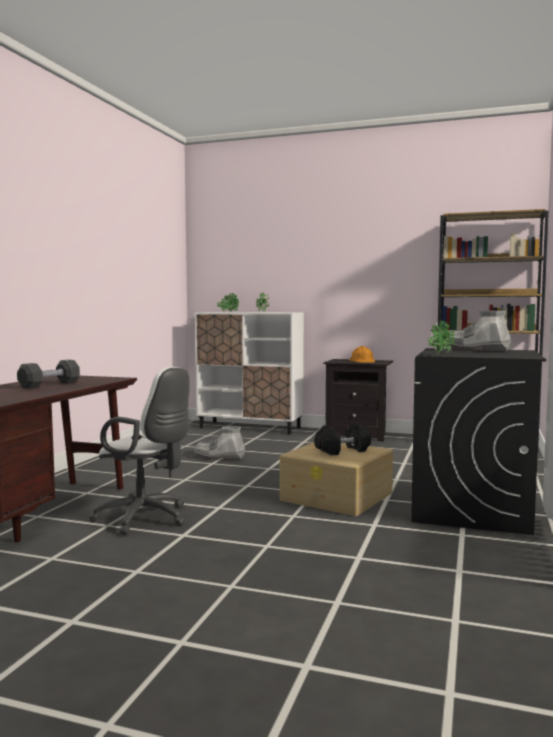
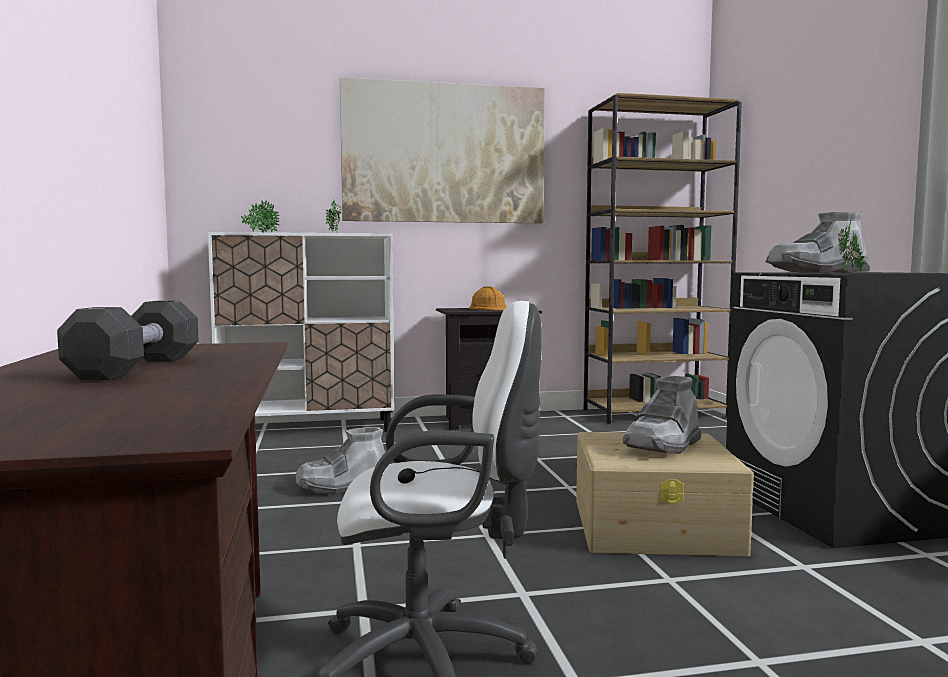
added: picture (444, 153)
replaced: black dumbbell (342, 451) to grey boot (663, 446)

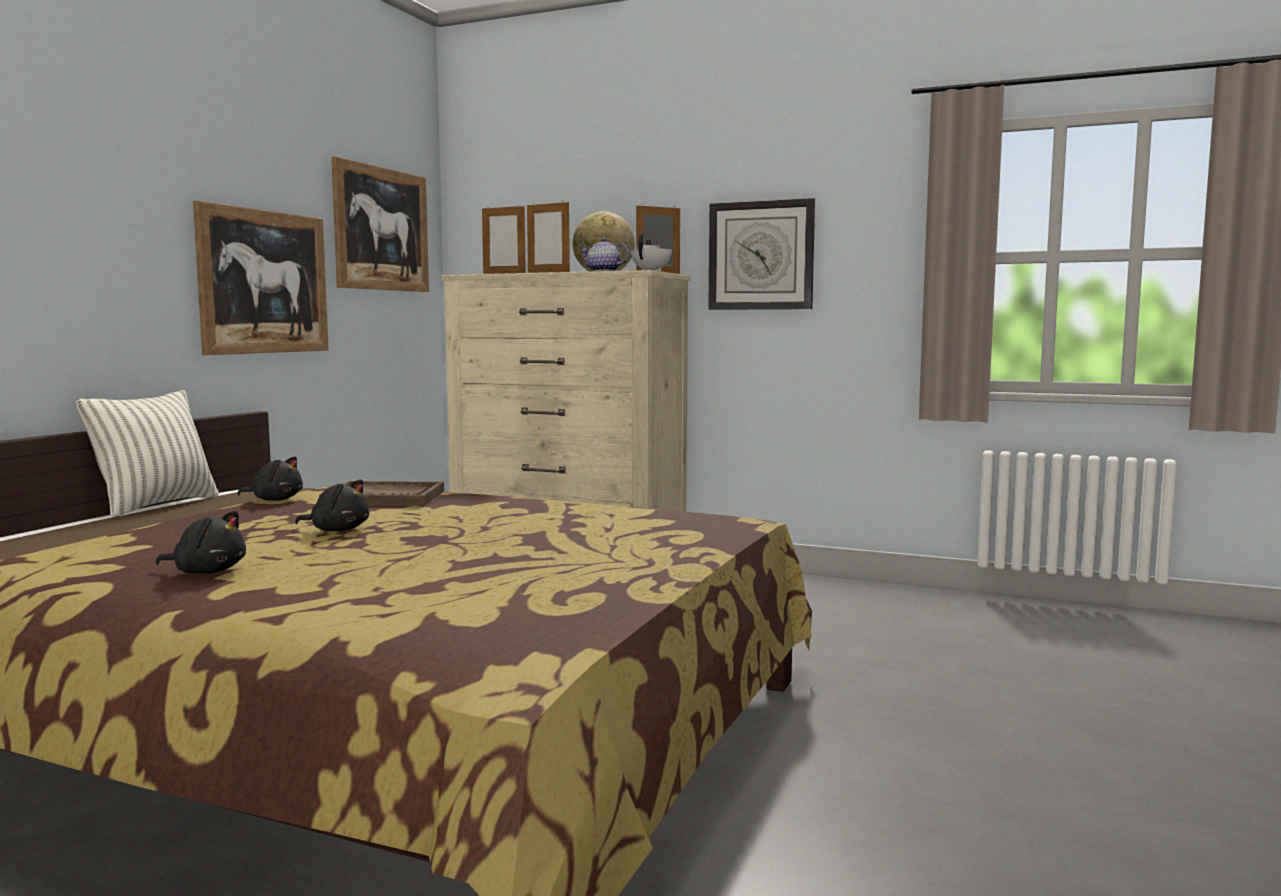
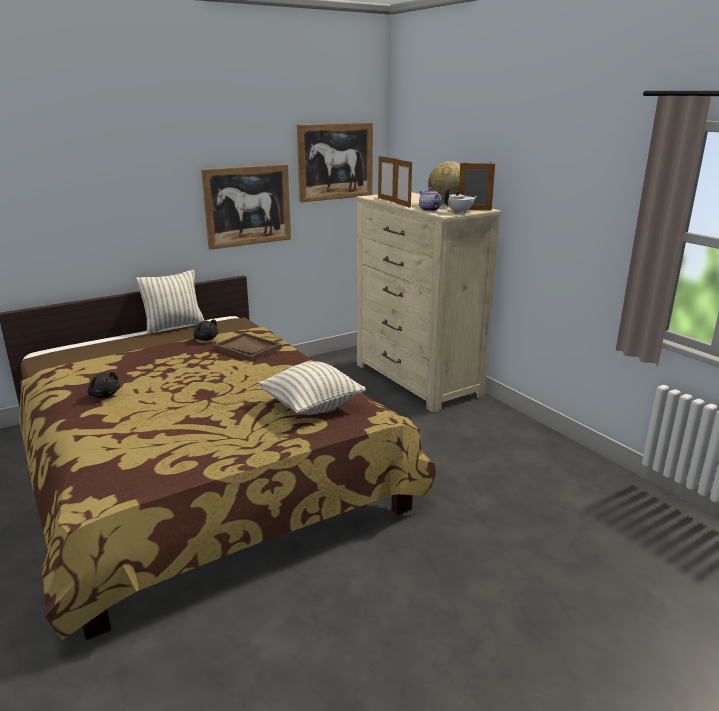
removed: black plush toy (337, 530); wall clock (761, 256)
added: pillow (311, 406)

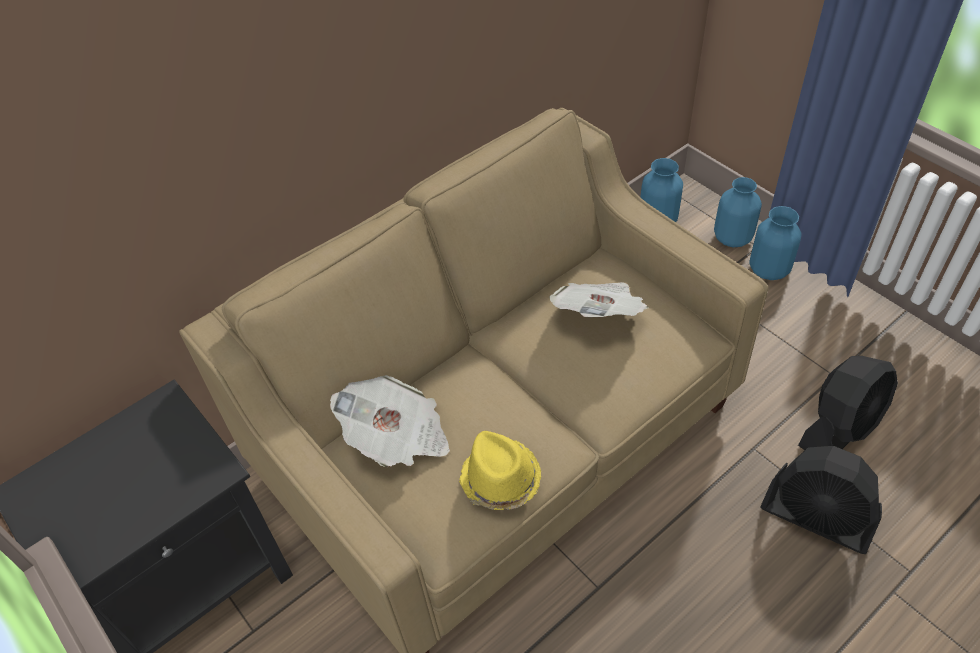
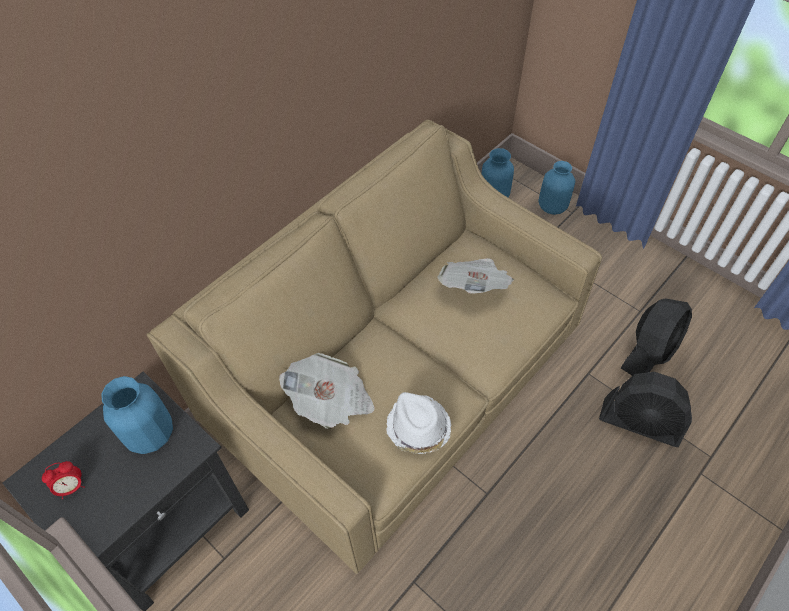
added: alarm clock (71, 487)
moved: blue vase (769, 269) to (150, 434)
recoloured: yellow hat (500, 480) to white hat (417, 428)

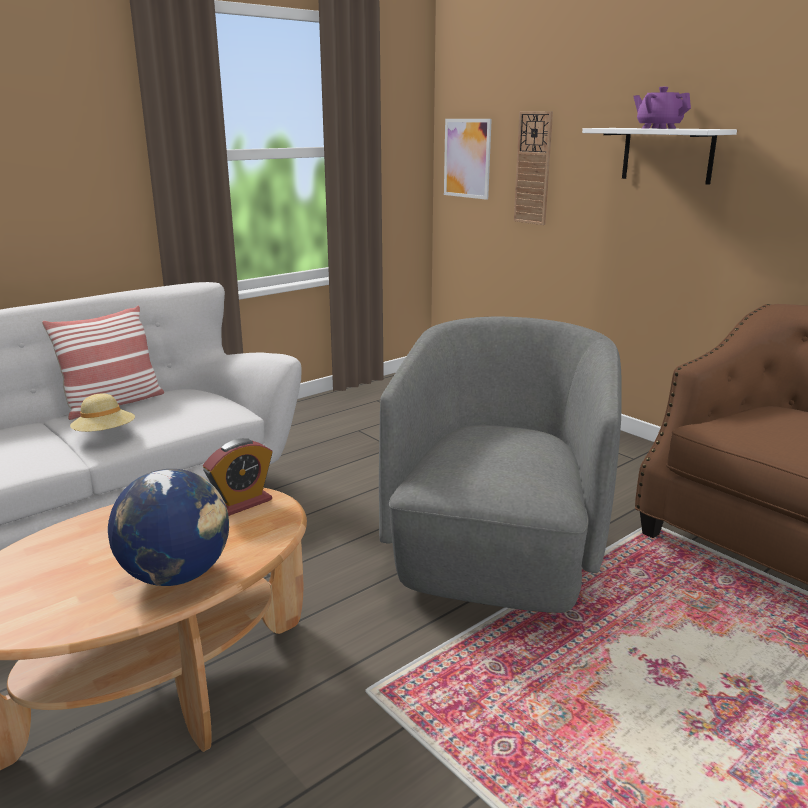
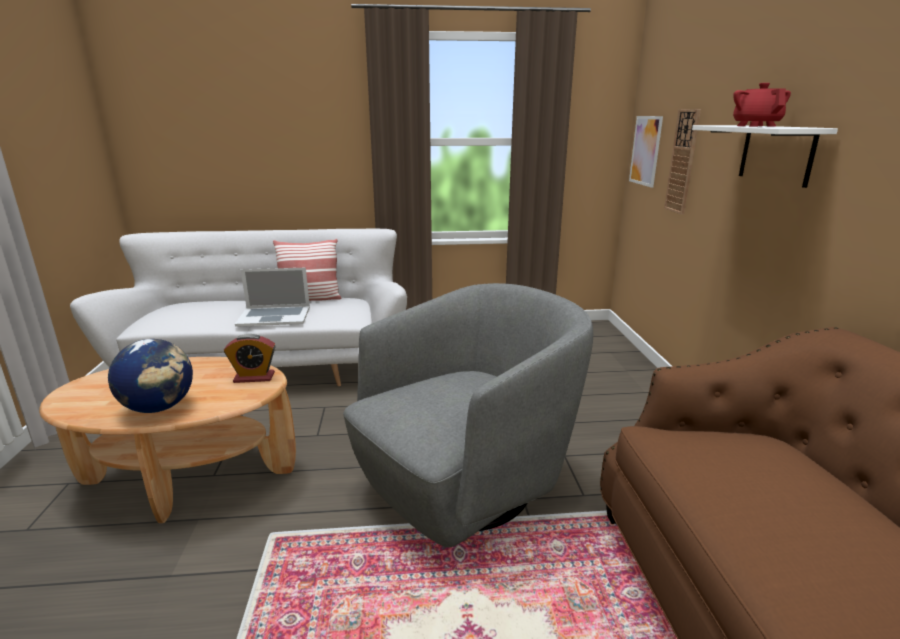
replaced: beige hat (105, 435) to laptop (274, 316)
recoloured: purple teapot (658, 128) to red teapot (756, 126)

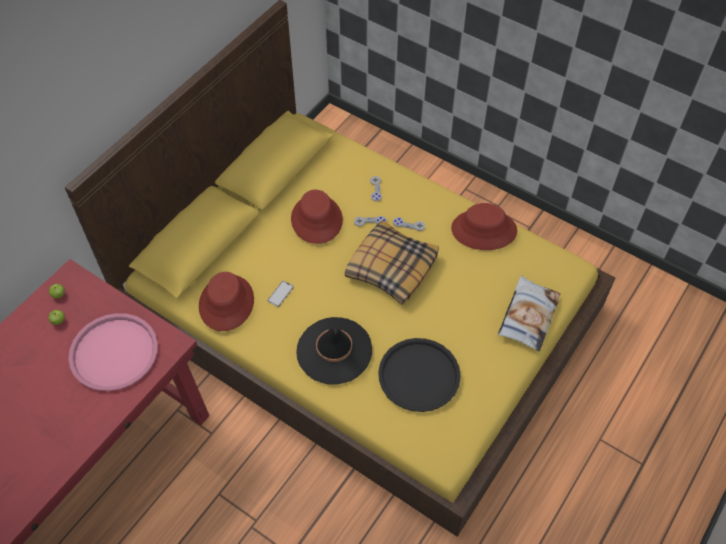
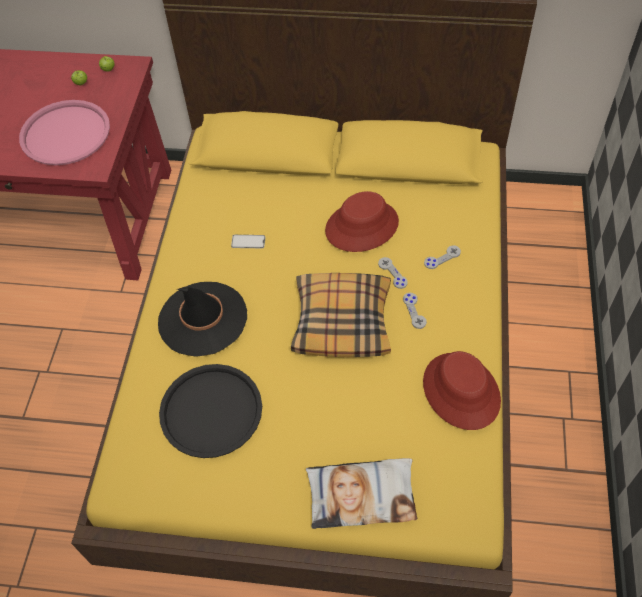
removed: red hat (226, 303)

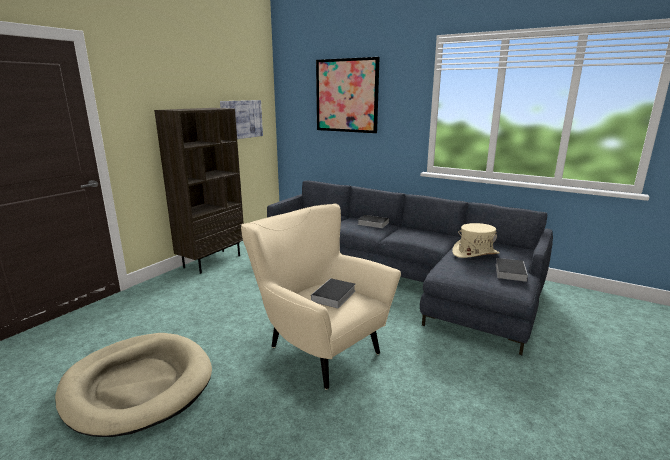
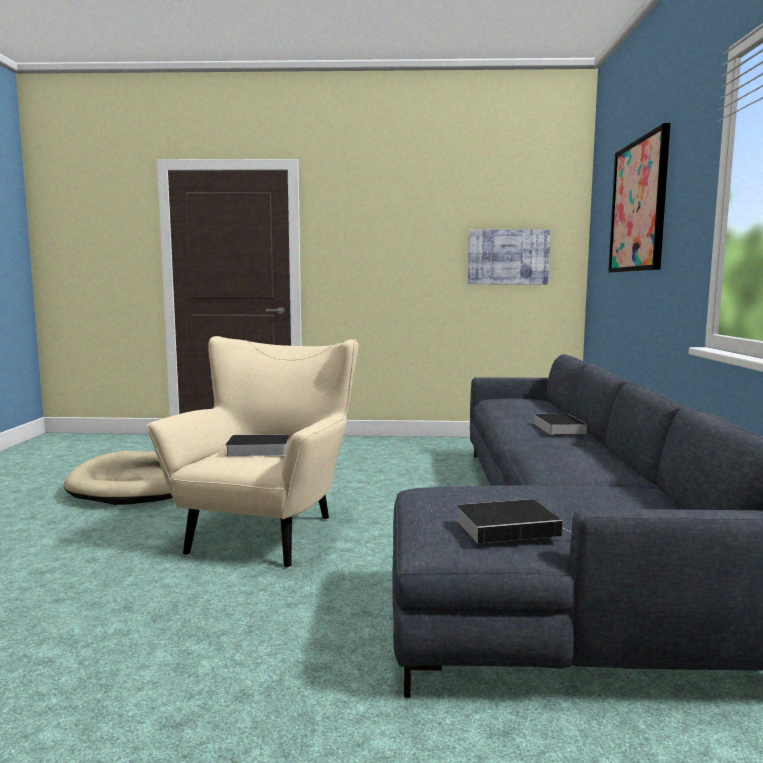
removed: brown bookcase (212, 261); beige hat (475, 253)

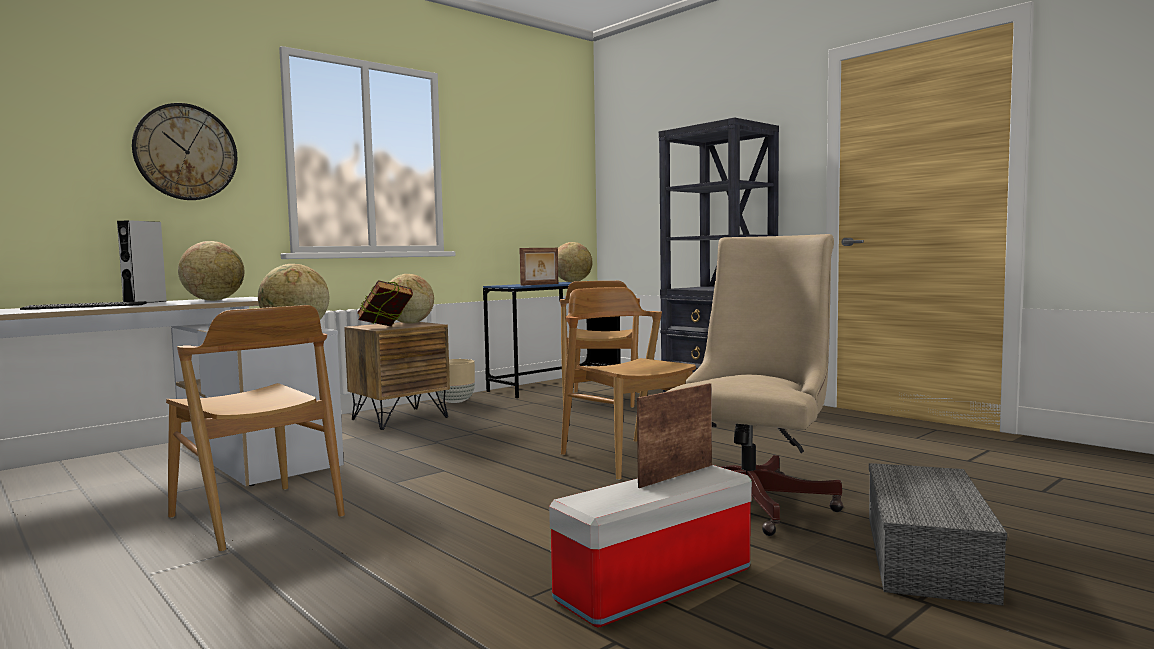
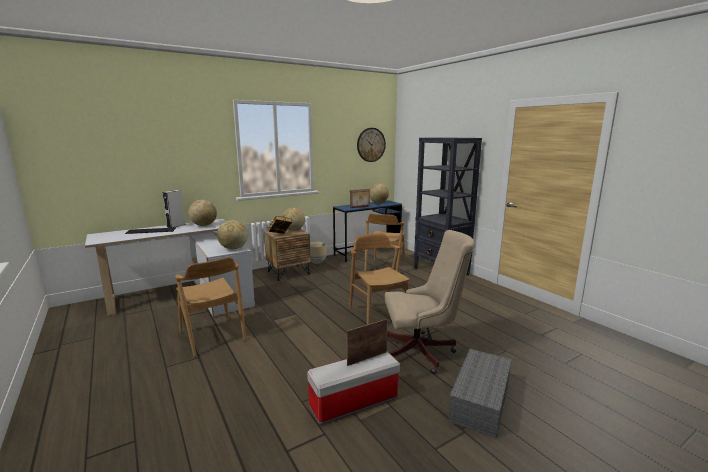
moved: wall clock (186, 152) to (371, 144)
turned: beige office chair (755, 500) = (422, 352) 45 degrees clockwise

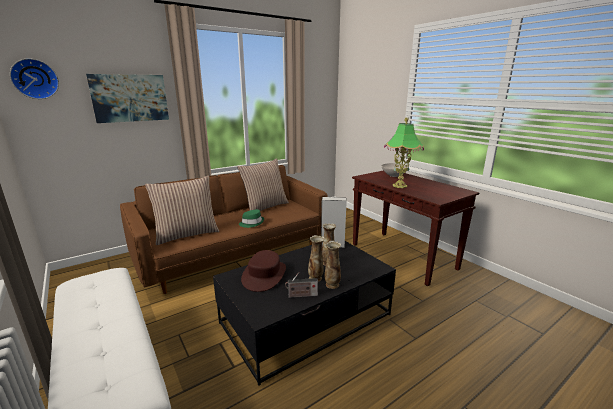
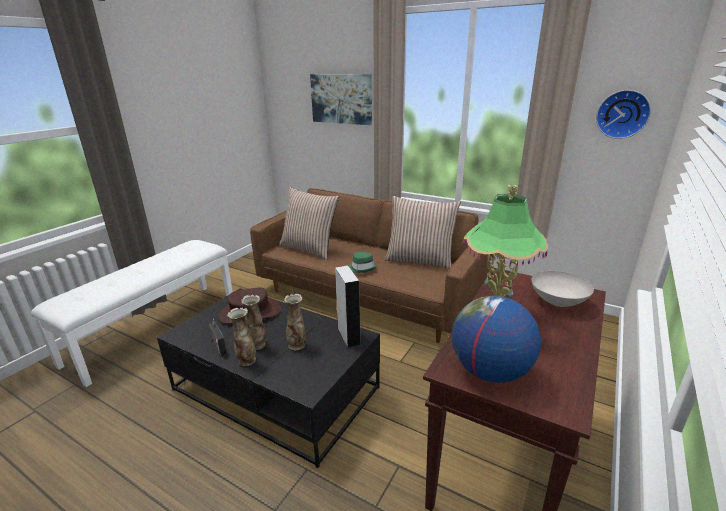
added: globe (489, 371)
moved: wall clock (35, 79) to (622, 114)

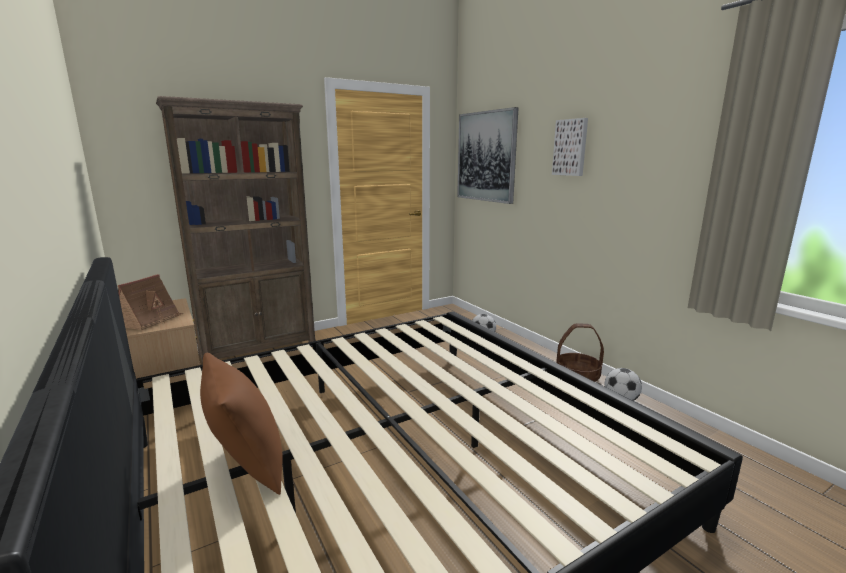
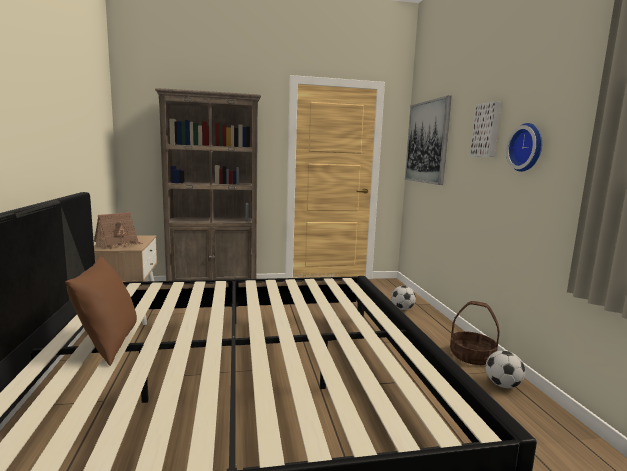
added: wall clock (527, 147)

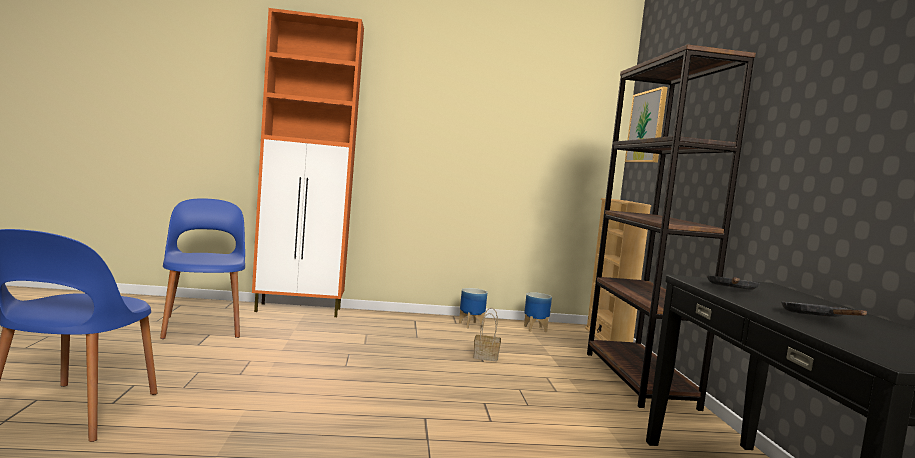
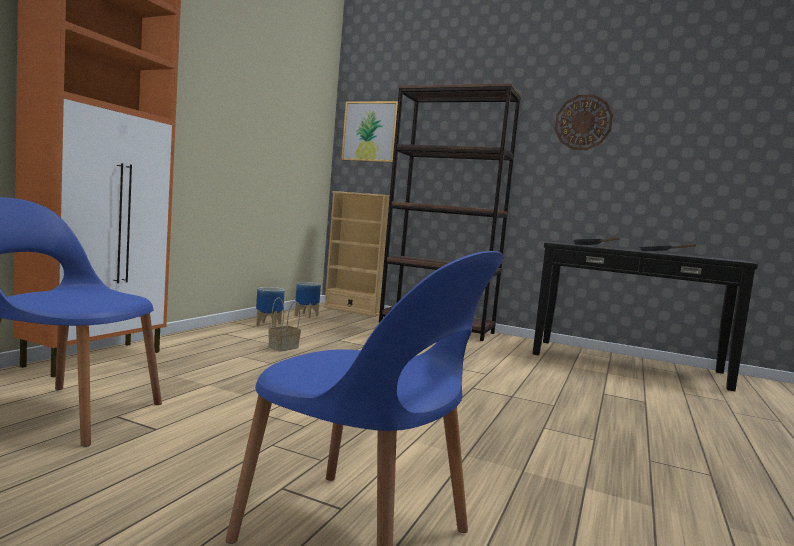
added: wall clock (583, 122)
moved: basket (486, 357) to (284, 347)

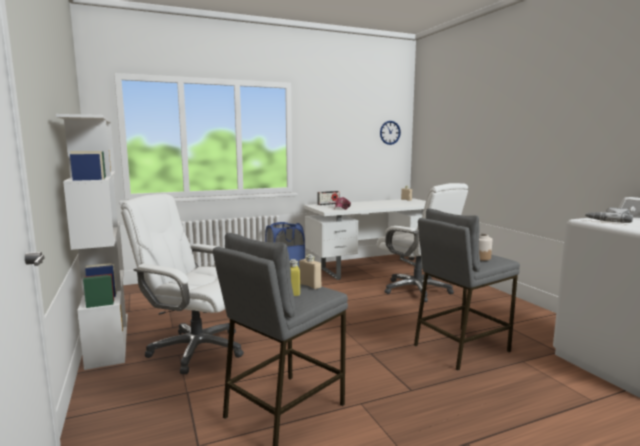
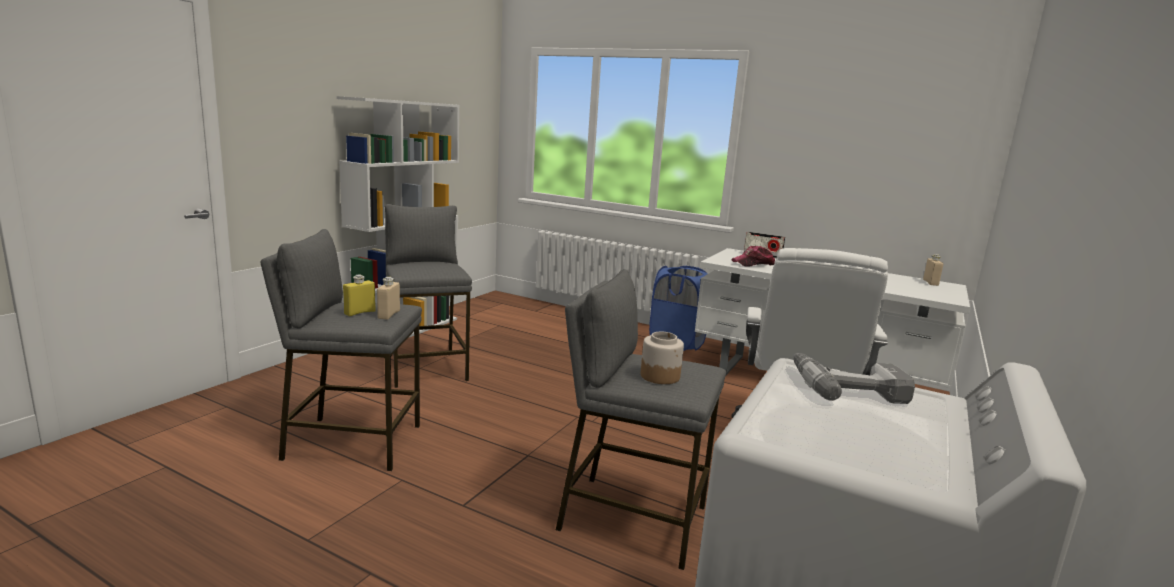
removed: wall clock (390, 132)
replaced: white office chair (196, 349) to grey stool (426, 367)

